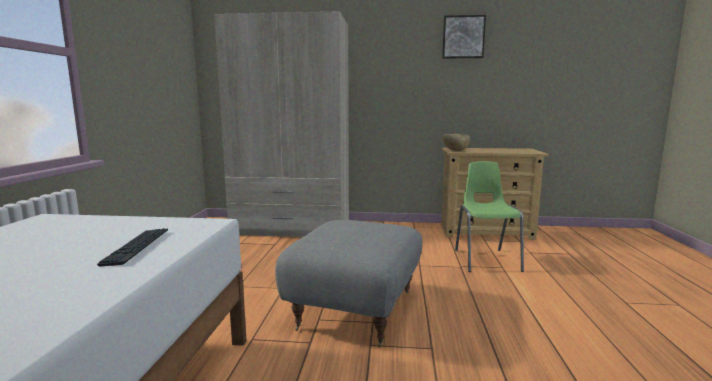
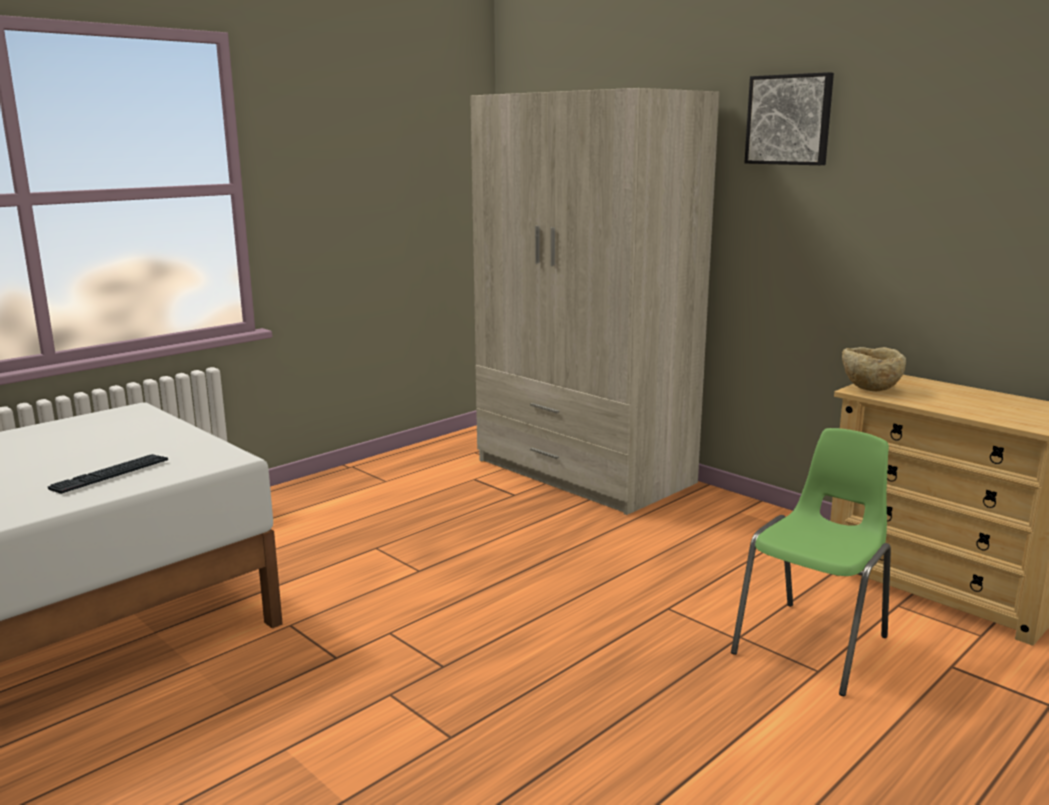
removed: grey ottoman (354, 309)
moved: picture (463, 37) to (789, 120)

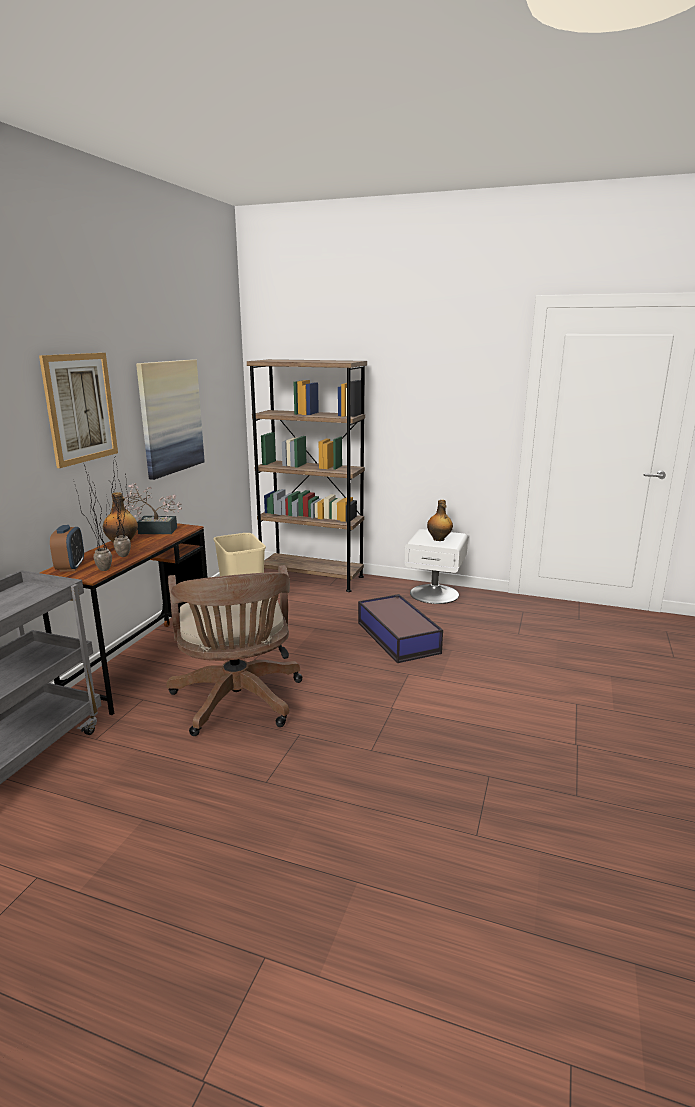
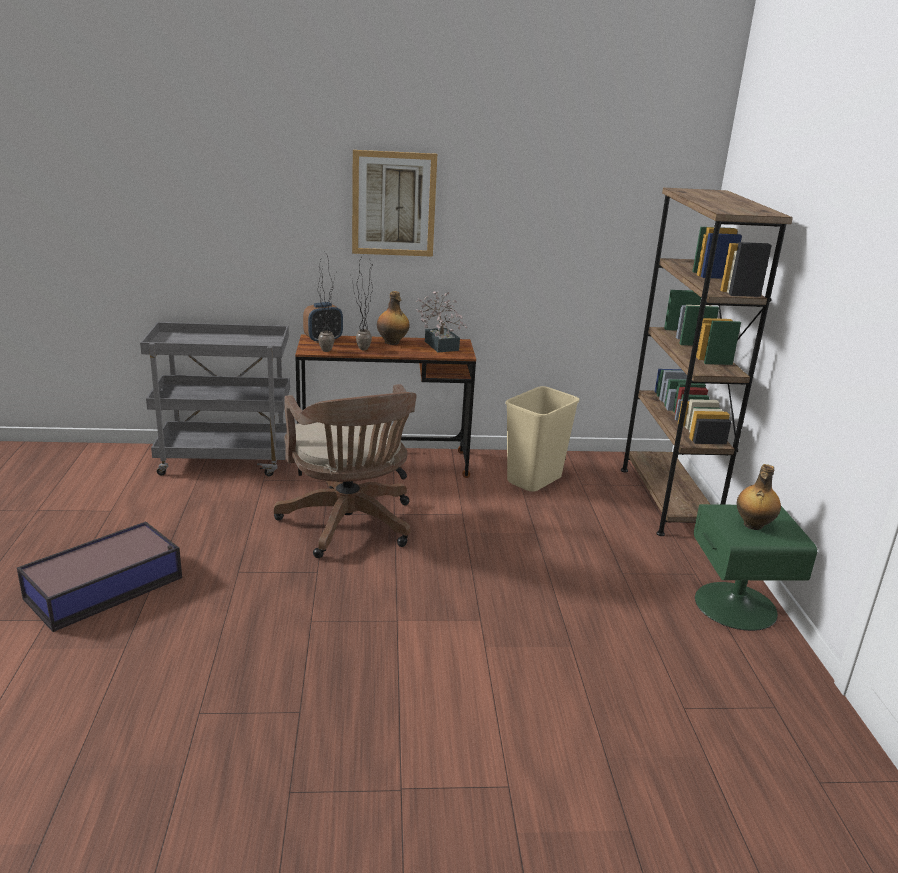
removed: picture (170, 417)
moved: storage box (397, 637) to (106, 587)
recoloured: white nightstand (434, 593) to green nightstand (736, 605)
turned: brown office chair (238, 703) = (350, 526) 75 degrees counterclockwise

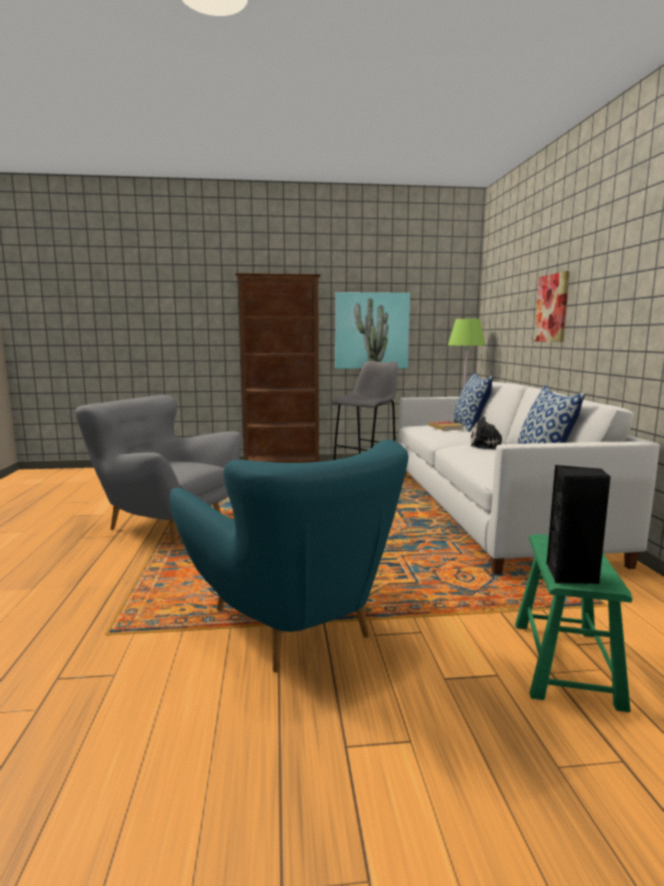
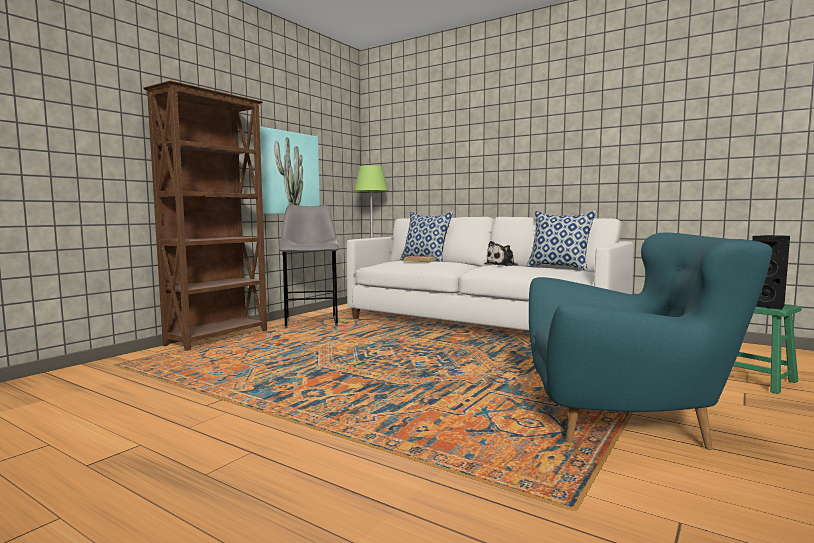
removed: grey armchair (164, 524); picture (552, 308)

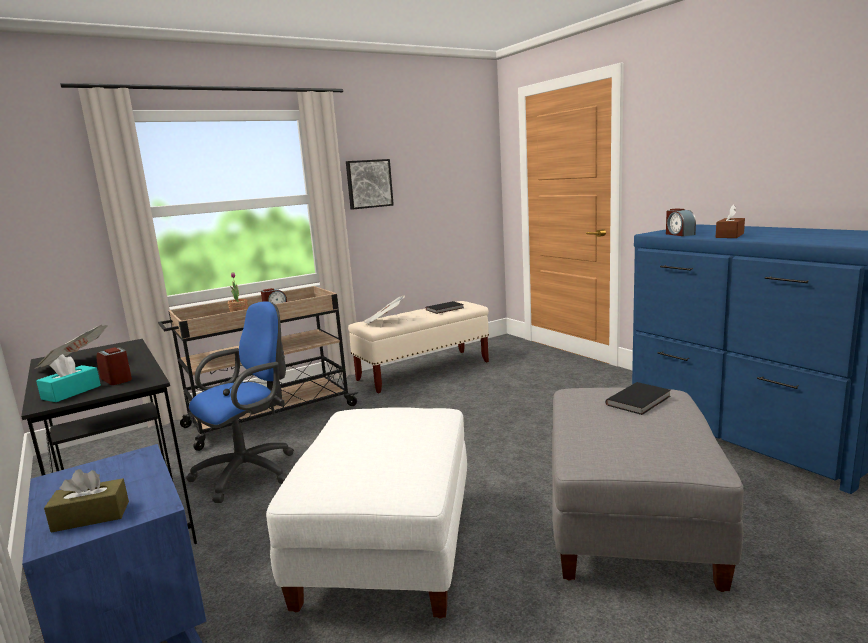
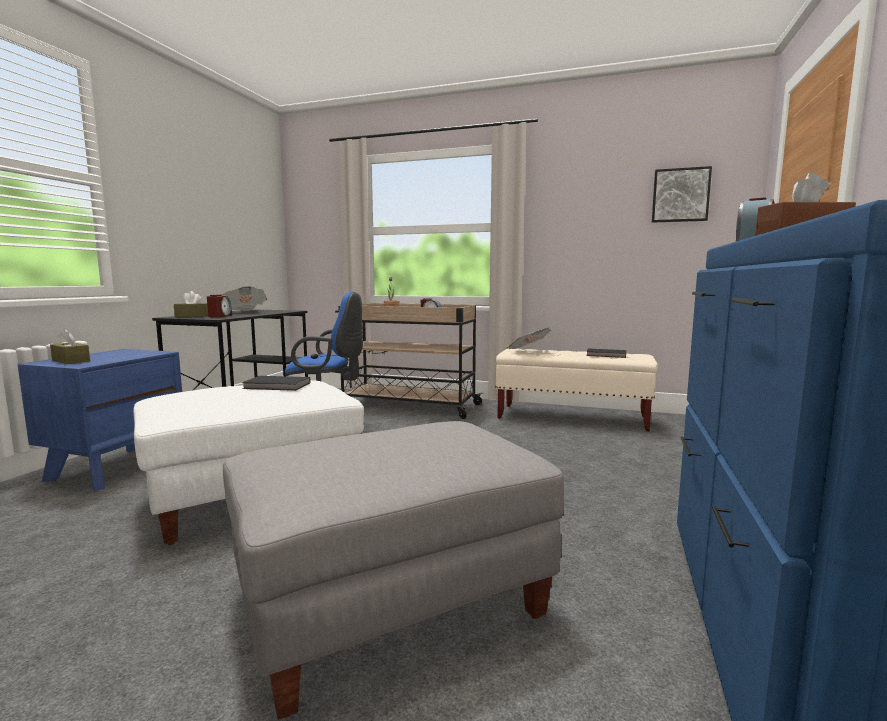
moved: black book (640, 400) to (277, 386); picture (369, 184) to (680, 195)
recoloured: turquoise tissue box (71, 392) to brown tissue box (192, 316)

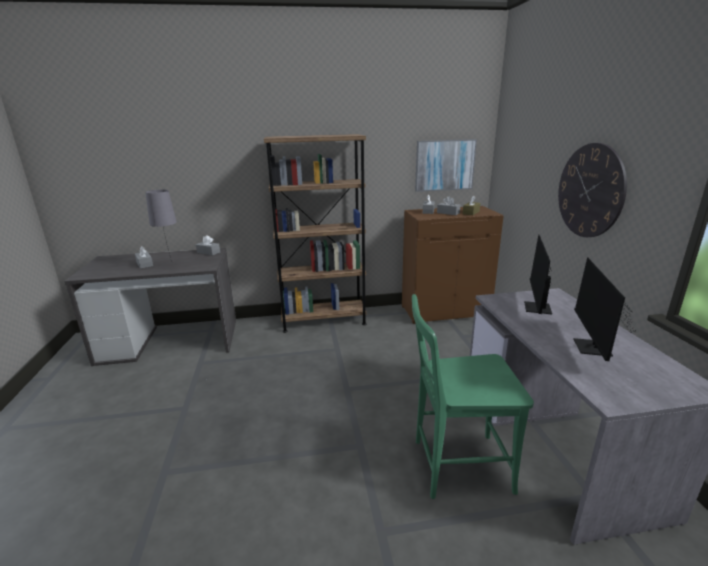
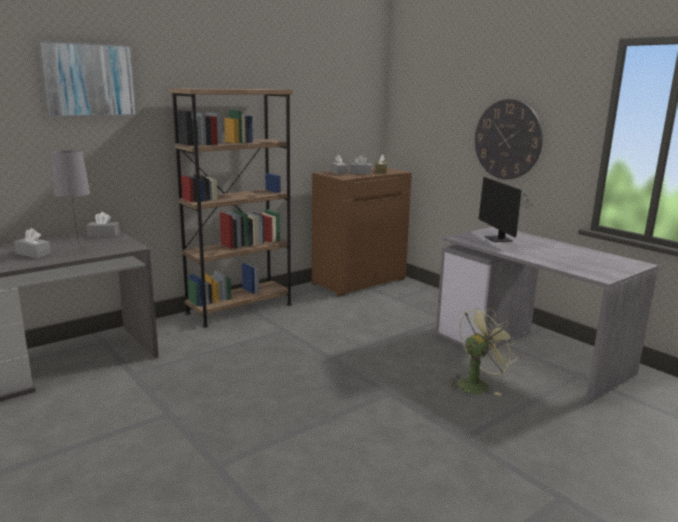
removed: monitor (592, 350)
moved: picture (444, 165) to (89, 80)
replaced: green chair (456, 465) to green fan (477, 384)

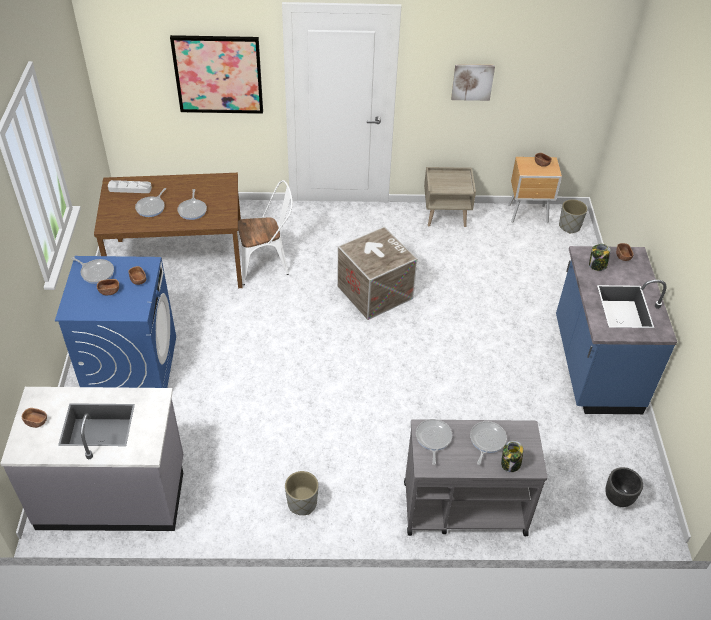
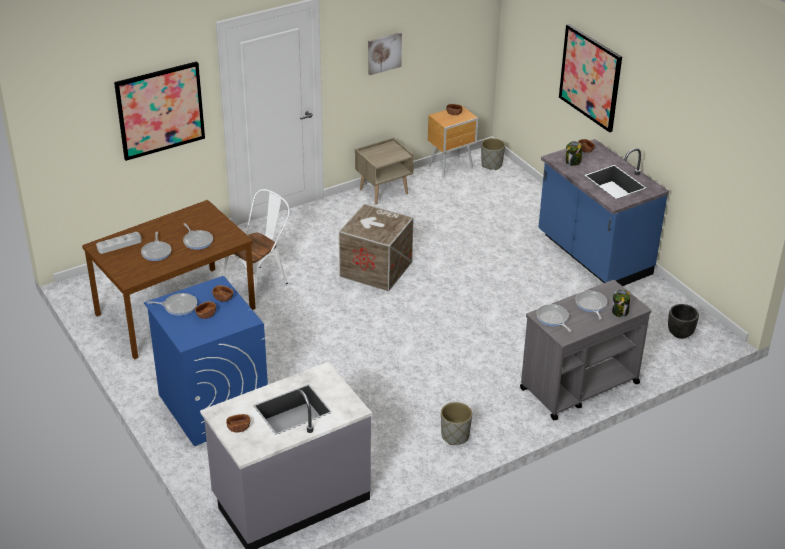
added: picture (590, 77)

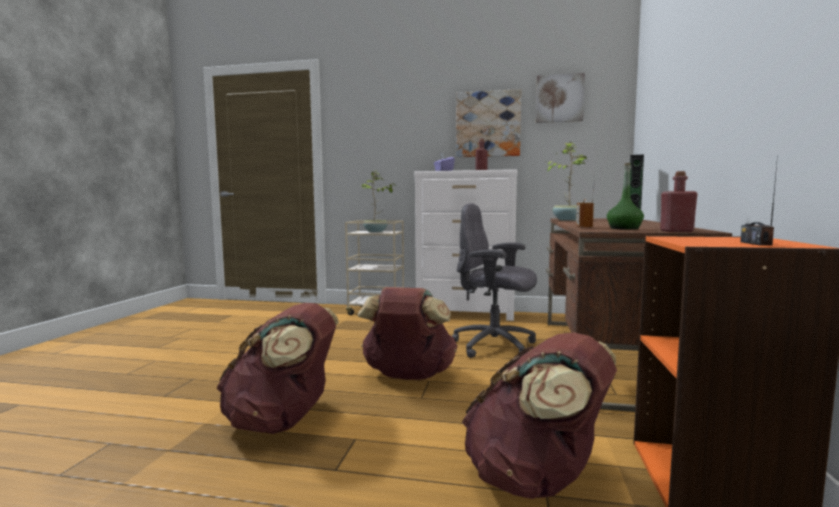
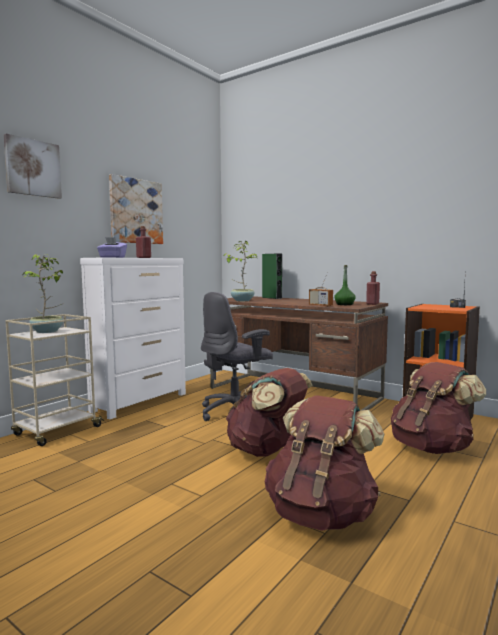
moved: picture (559, 98) to (32, 168)

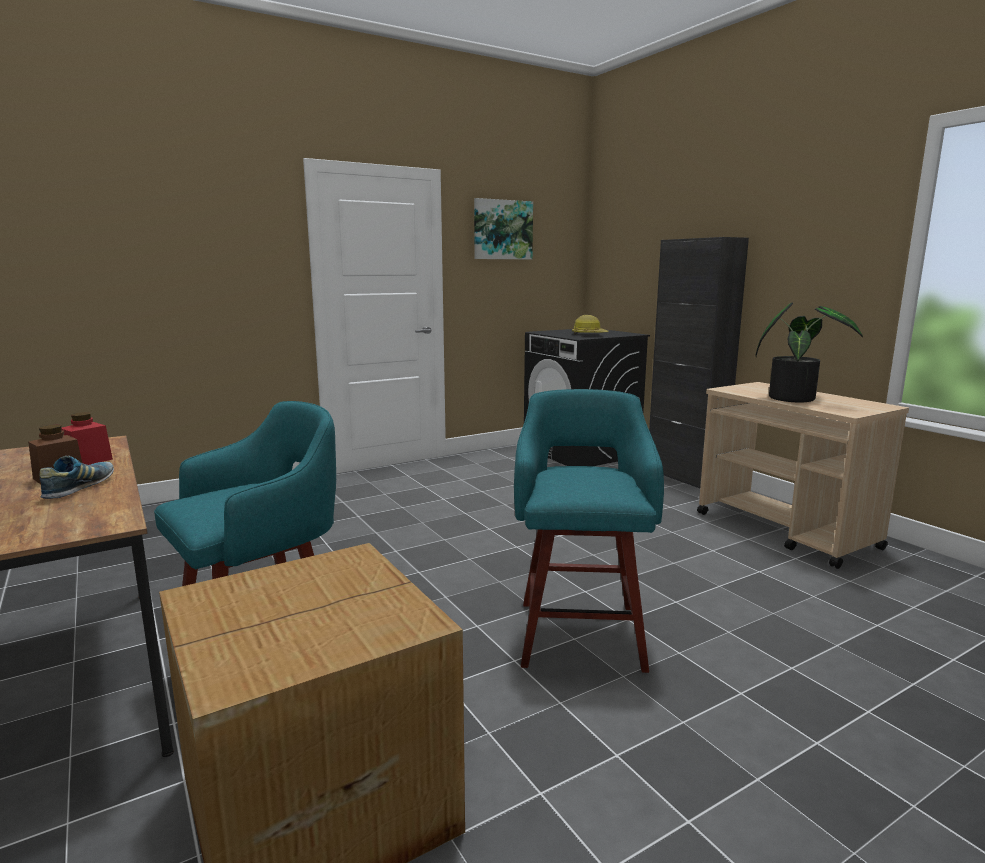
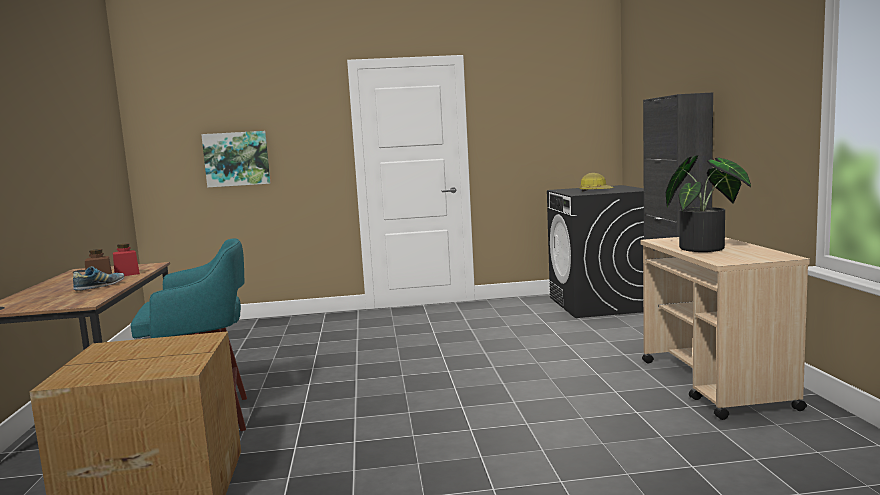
removed: turquoise stool (580, 631)
moved: picture (502, 230) to (236, 159)

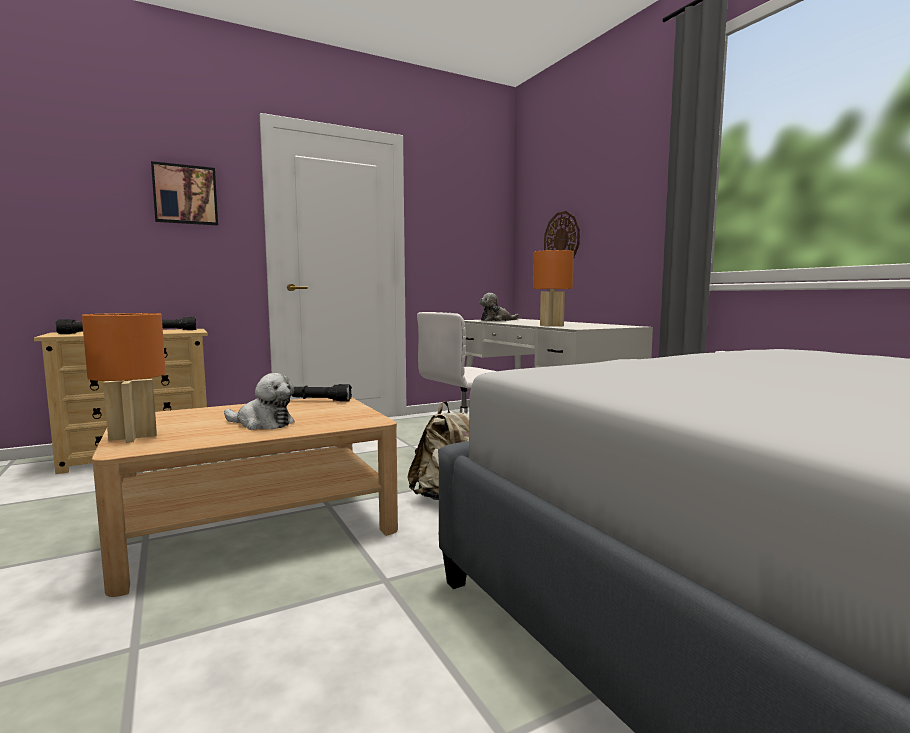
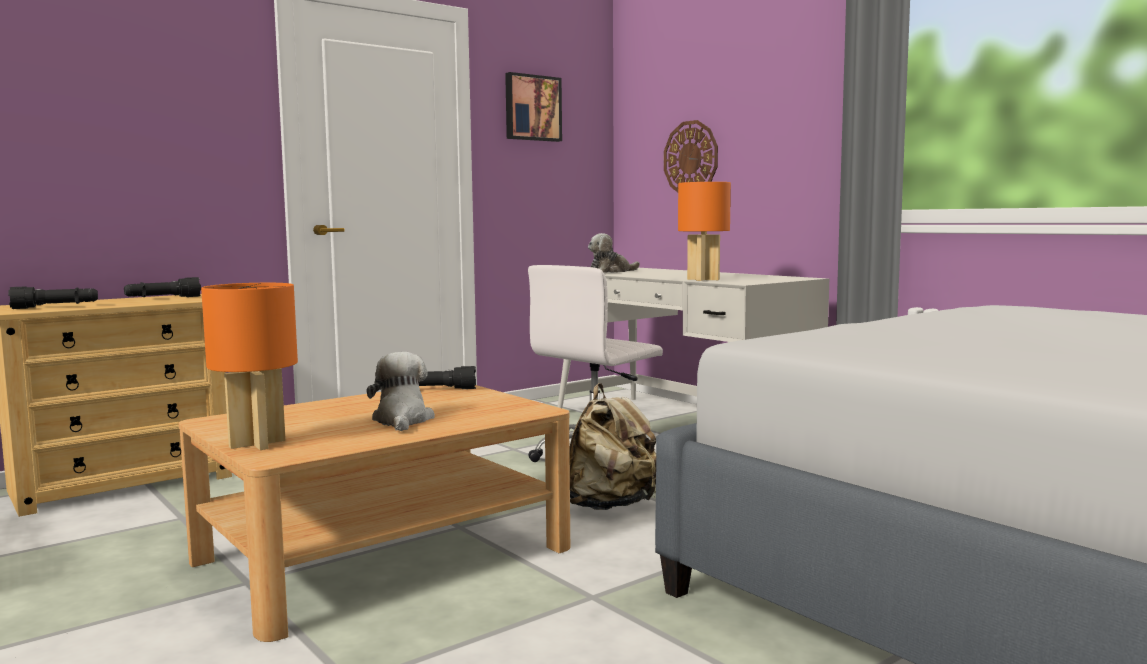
moved: picture (185, 195) to (532, 108)
turned: plush toy (262, 424) = (402, 420) 105 degrees counterclockwise

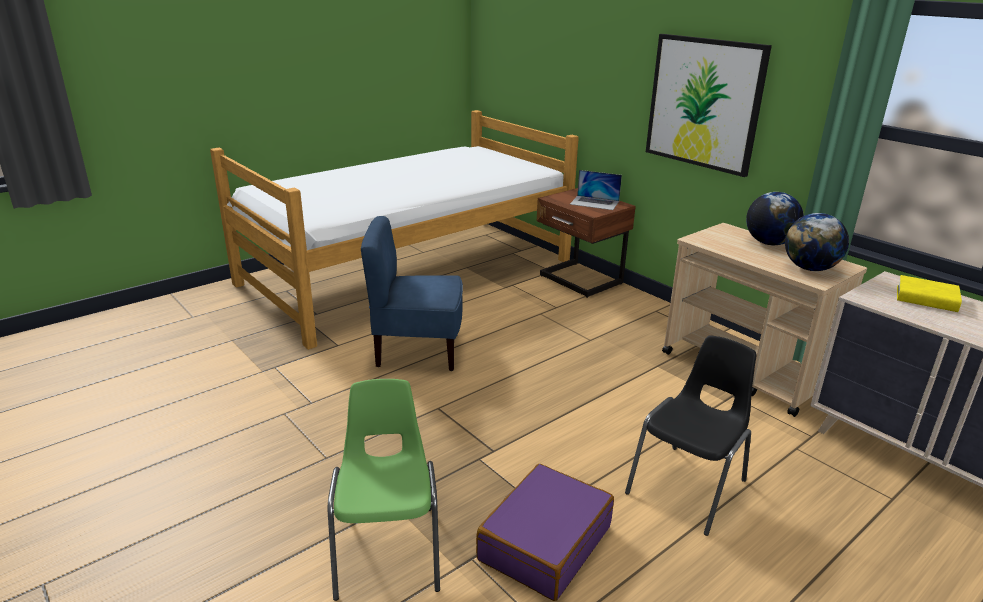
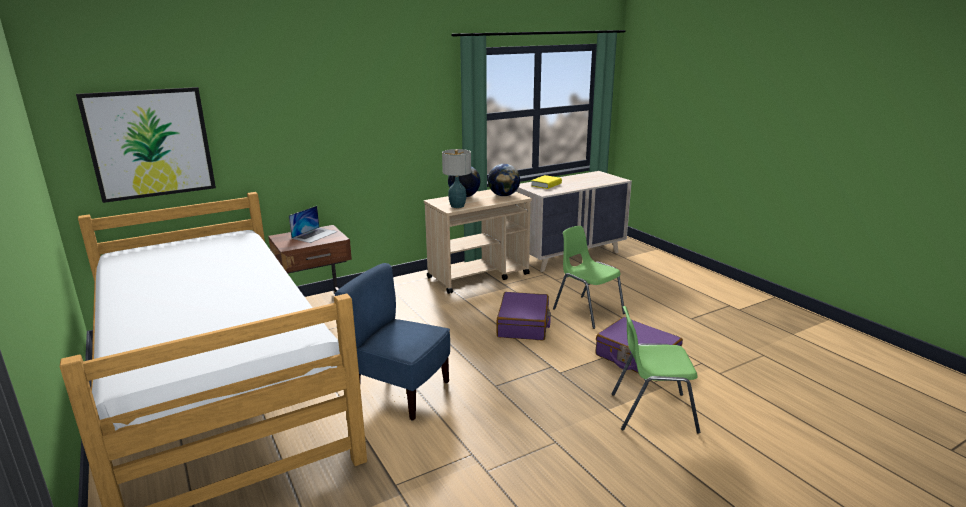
added: table lamp (458, 206); purple suitcase (523, 325)
moved: picture (704, 103) to (150, 143)
recoloured: black chair (689, 487) to green chair (587, 311)
turned: blue chair (417, 351) = (401, 392) 105 degrees clockwise

